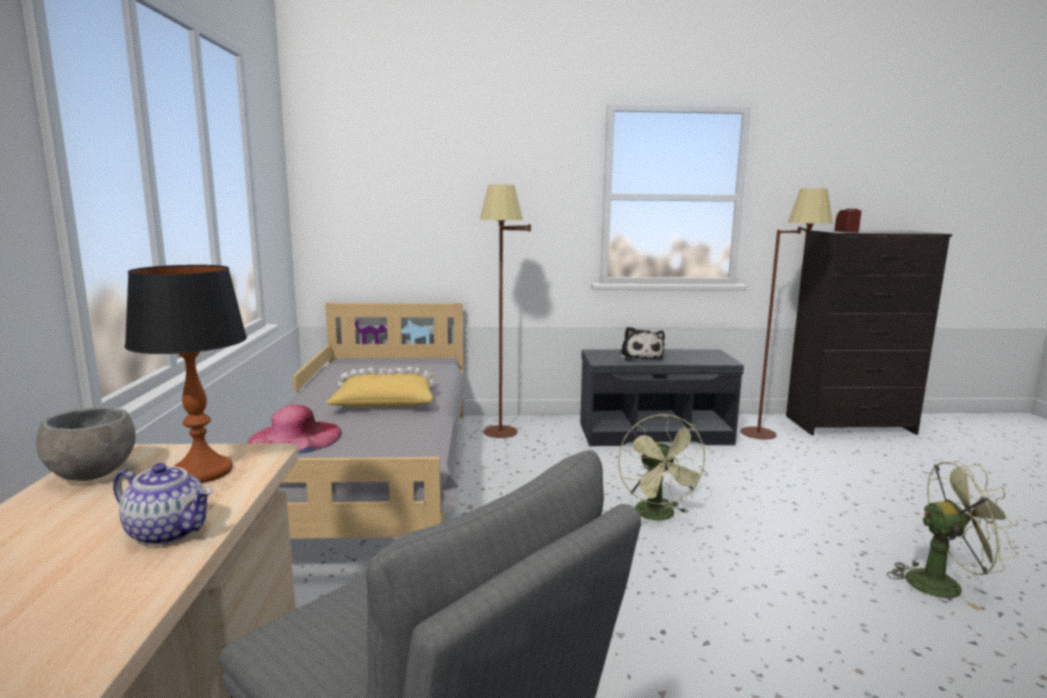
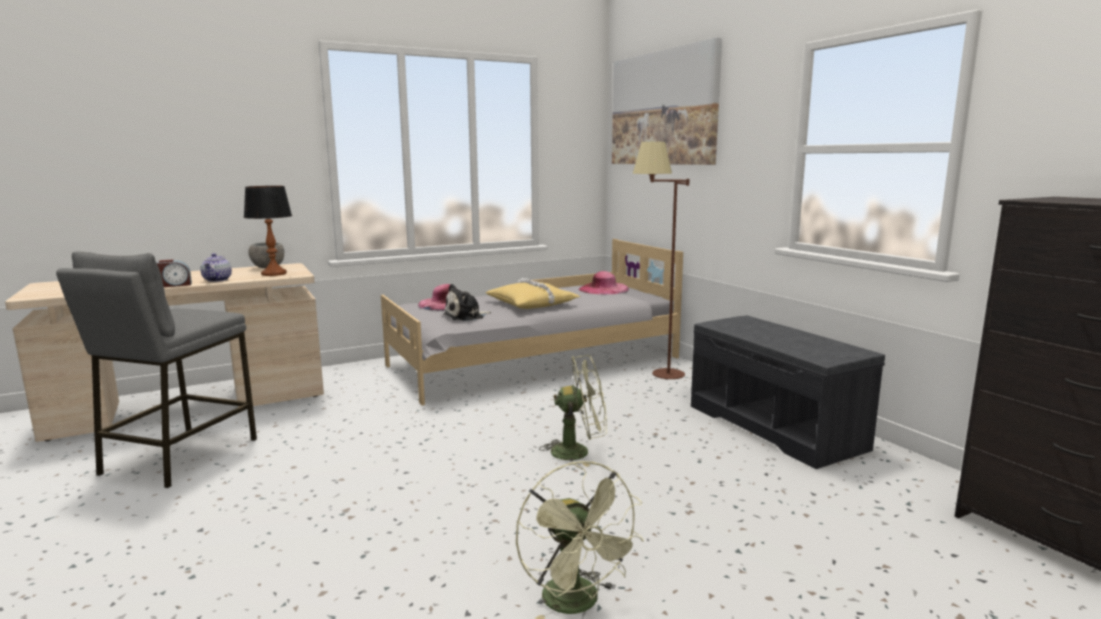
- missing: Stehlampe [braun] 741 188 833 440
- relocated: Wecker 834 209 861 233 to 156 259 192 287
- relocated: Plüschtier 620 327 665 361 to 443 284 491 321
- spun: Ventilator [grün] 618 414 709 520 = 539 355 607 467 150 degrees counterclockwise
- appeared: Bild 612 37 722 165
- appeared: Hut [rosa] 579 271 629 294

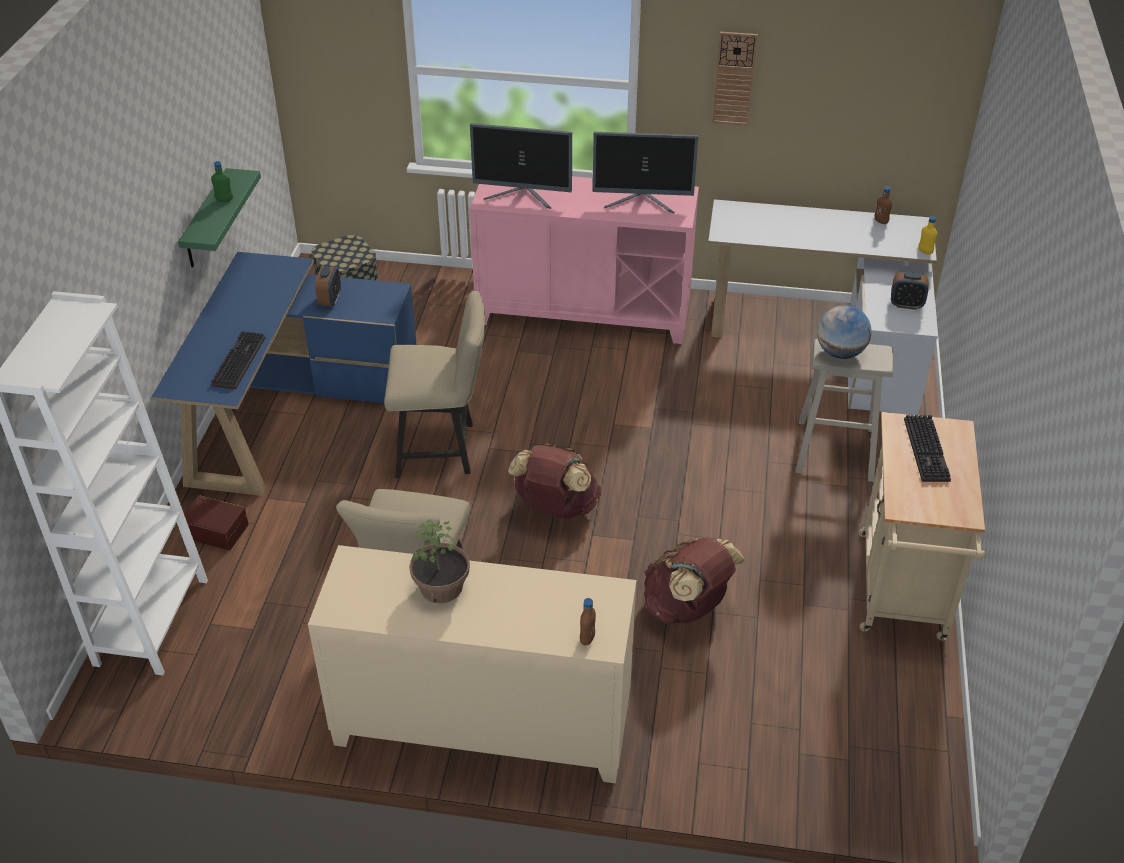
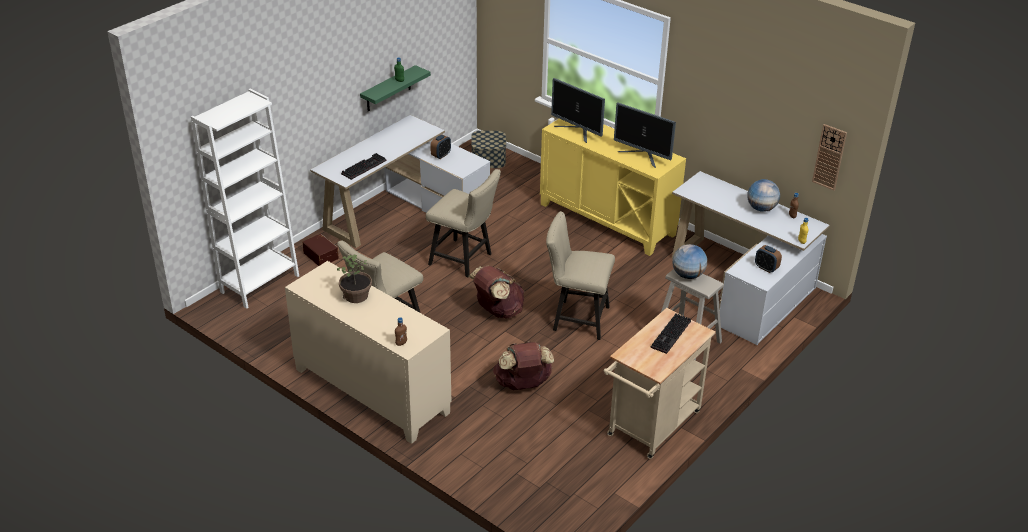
- relocated: Wanduhr 712 32 758 126 to 812 124 847 190
- colour: Schrank [rosa] 470 176 699 344 to Schrank [gelb] 540 119 686 256
- colour: Schreibtisch [blau] 151 252 416 496 to Schreibtisch [weiß] 310 115 490 248
- appeared: Globus 747 179 780 212
- appeared: Stuhl [beige] 546 211 615 340

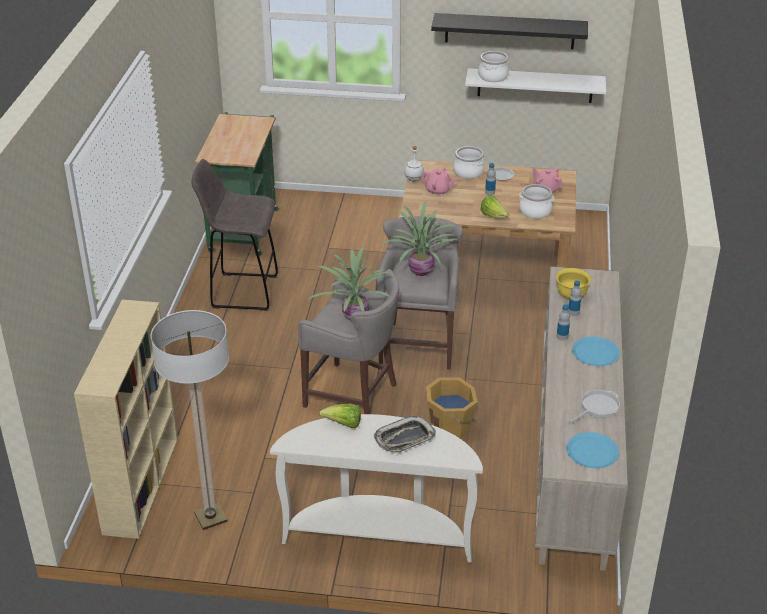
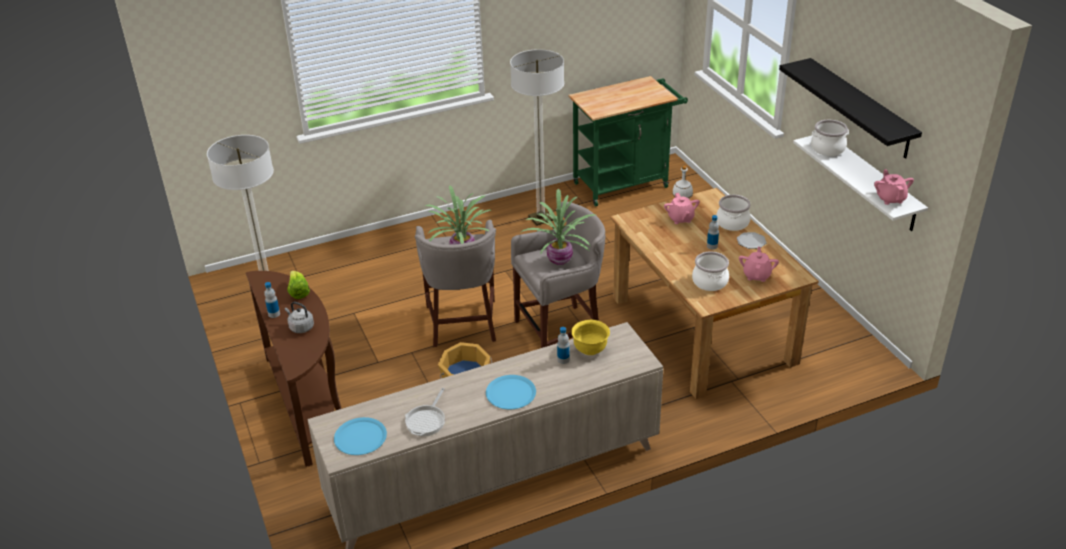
- exchanged: Hocker [grau] 192 159 278 311 to Stehlampe 510 49 564 226
- missing: Salatkopf 481 195 509 218
- missing: Bücherregal [beige] 74 300 178 539
- relocated: Flasche 556 304 570 341 to 264 282 280 318
- spun: Pfanne 568 390 620 424 = 405 388 445 436 90 degrees clockwise
- colour: Konsolentisch [weiß] 270 414 483 563 to Konsolentisch [braun] 246 271 342 467
- exchanged: Tablett 374 416 436 453 to Wasserkessel [grau] 285 302 314 333
- appeared: Teekanne [rosa] 874 169 914 205

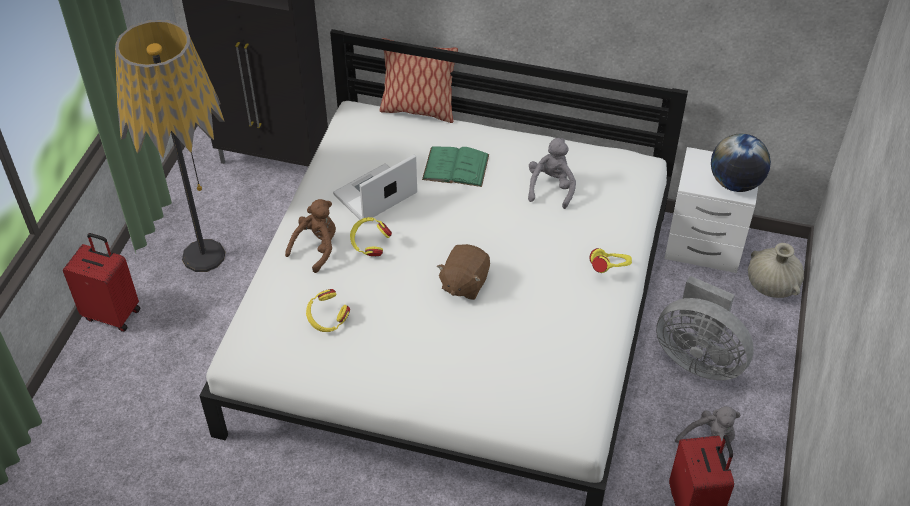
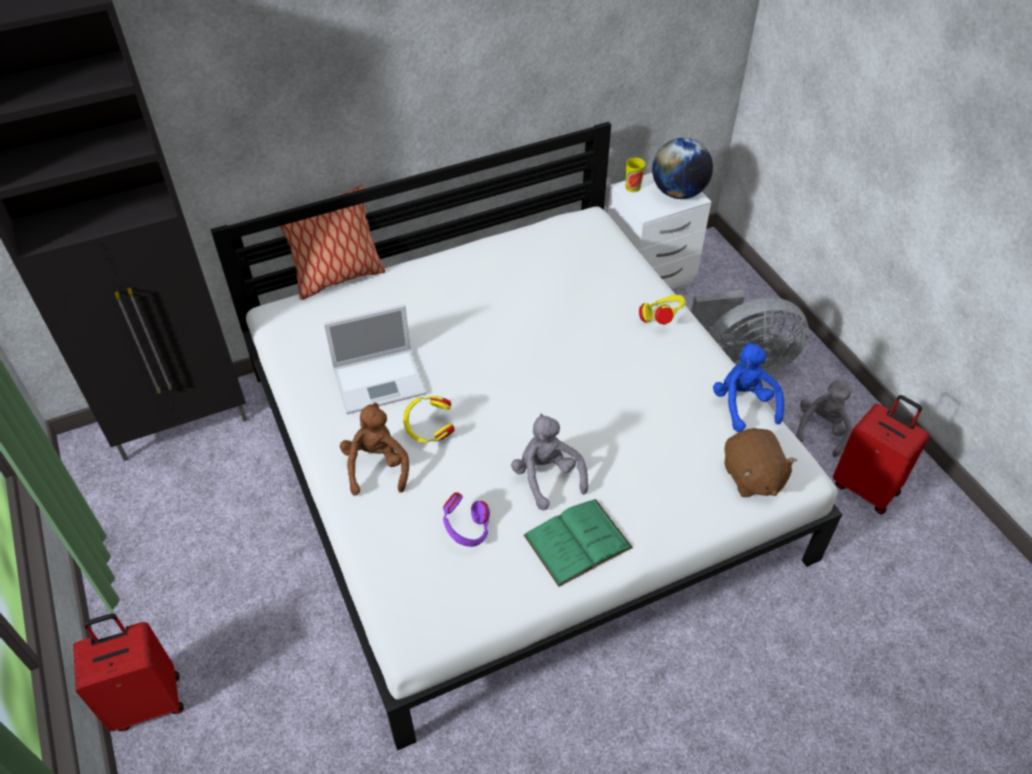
- missing: Stehlampe 115 20 225 272
- relocated: Plüschtier [grau] 528 138 576 209 to 511 414 588 510
- relocated: Buch [grün] 422 146 489 187 to 524 499 633 587
- spun: Laptop 333 155 417 220 = 323 304 427 414 120 degrees counterclockwise
- missing: Vase [beige] 748 243 804 298
- relocated: Plüschtier [braun] 437 244 490 300 to 724 428 797 497
- colour: Kopfhörer [gelb] 306 289 350 332 to Kopfhörer [lila] 443 492 490 547
- appeared: Tasse 626 158 645 192
- appeared: Plüschtier [blau] 713 342 784 432

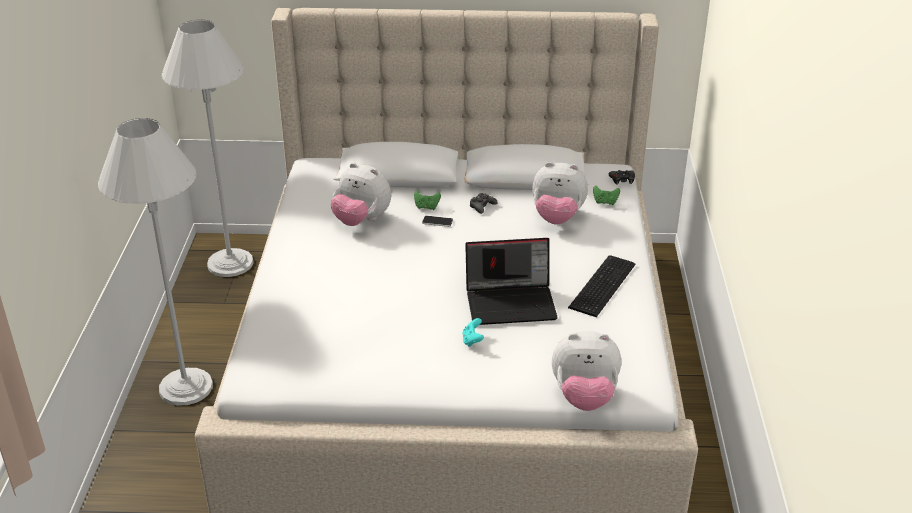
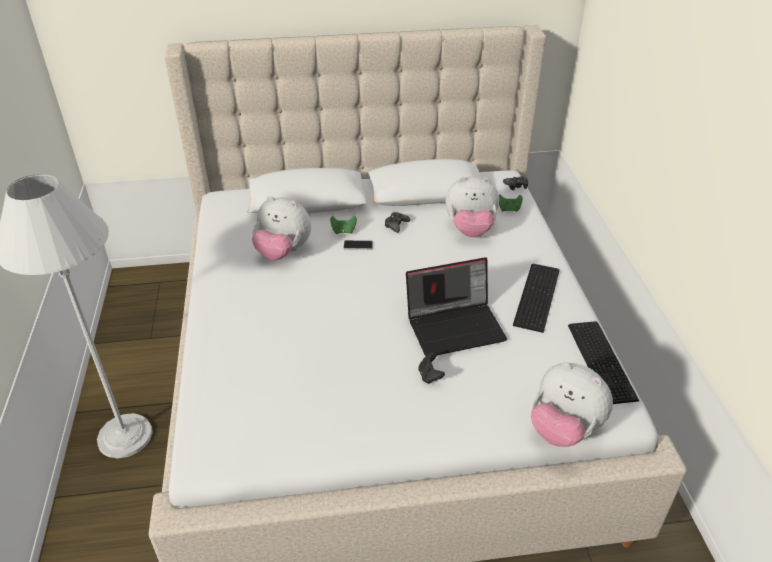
- missing: Stehlampe [weiß] 162 19 254 277
- colour: Gamepad [türkis] 462 318 484 347 to Gamepad [schwarz] 418 352 445 384
- spun: Plüschtier 552 331 621 411 = 531 362 613 447 45 degrees clockwise
- appeared: Tastatur 568 321 639 404

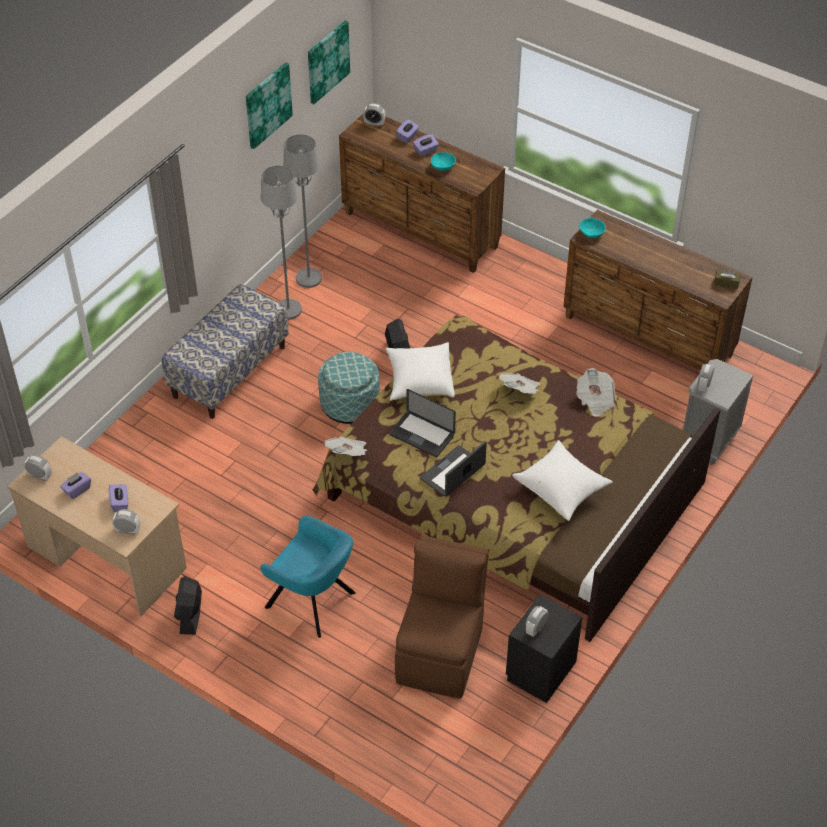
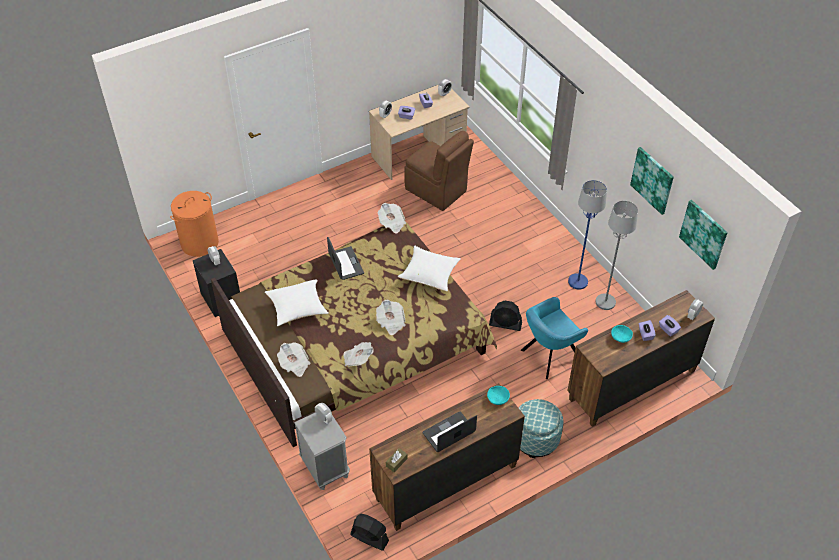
- colour: Stehlampe [grau] 261 166 302 320 to Stehlampe [blau] 568 180 607 290
- missing: Bank 162 284 289 419
- relocated: Polsterhocker 318 352 380 425 to 519 399 564 458
- relocated: Laptop 389 389 456 457 to 423 411 477 452
- relocated: Sessel [türkis] 260 516 356 638 to 521 297 588 379
- relocated: Stuhl [braun] 395 535 489 699 to 404 131 474 211
- relocated: Ventilator [schwarz] 174 576 202 635 to 350 514 389 551
- appeared: Wäschekorb [orange] 170 191 219 257
- appeared: Zeitung 277 342 310 377

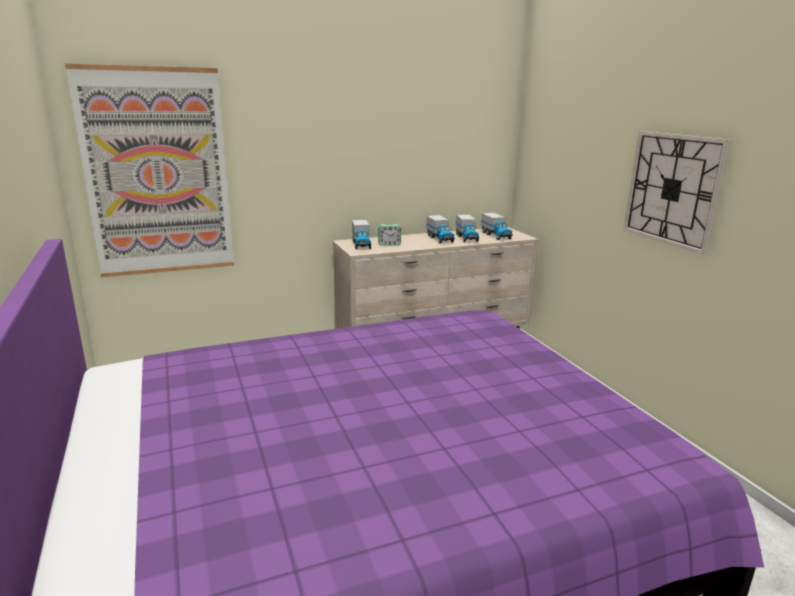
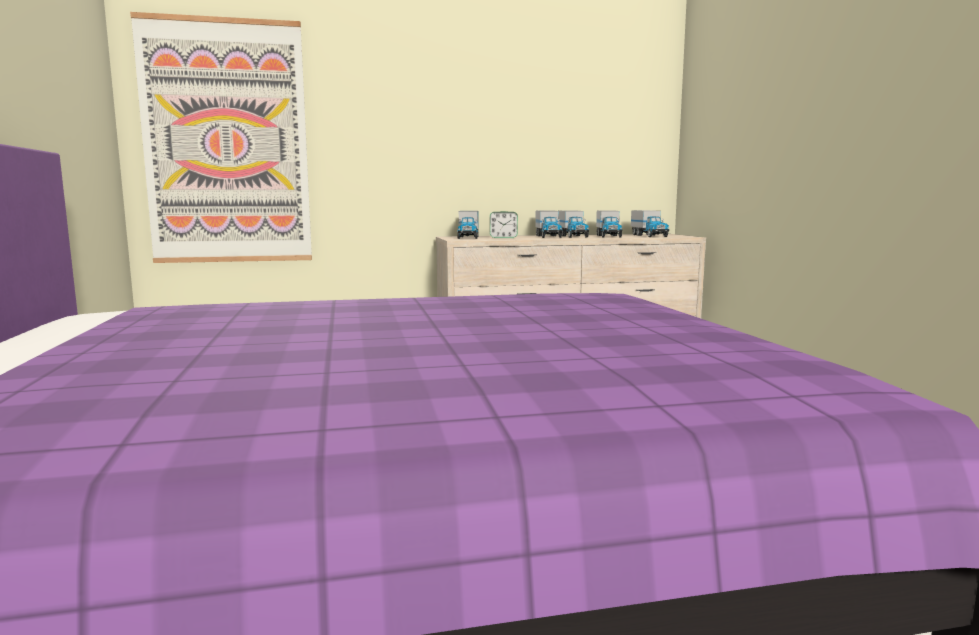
- missing: Wanduhr 623 131 731 255
- appeared: Spielzeuglaster 535 210 562 238

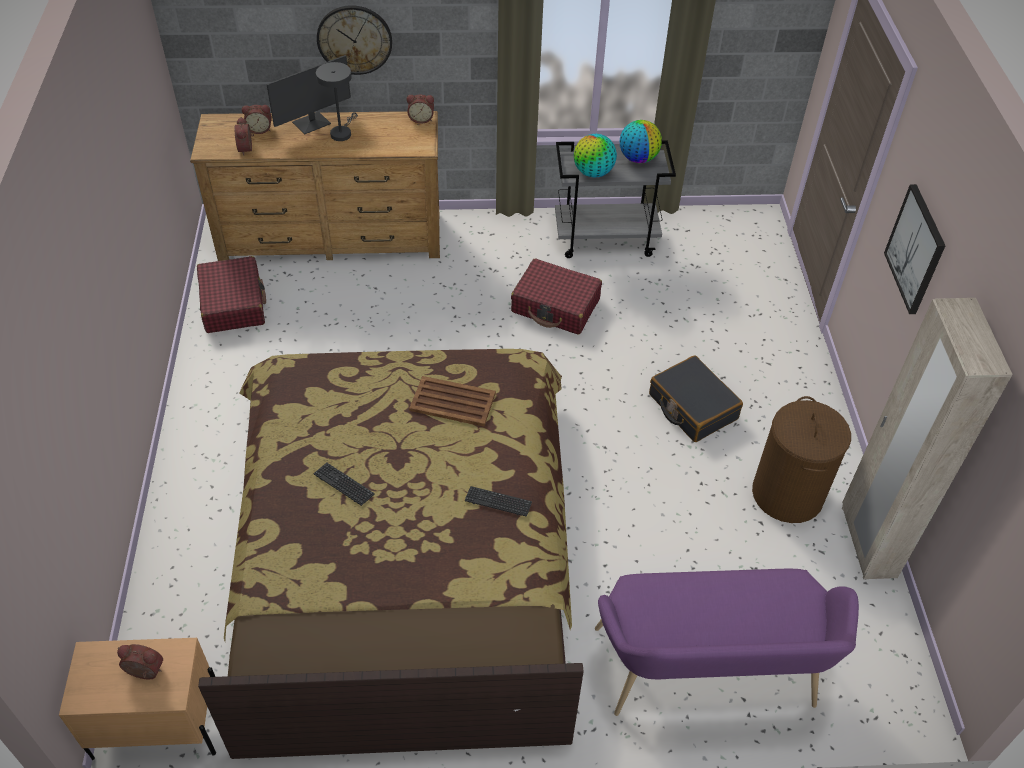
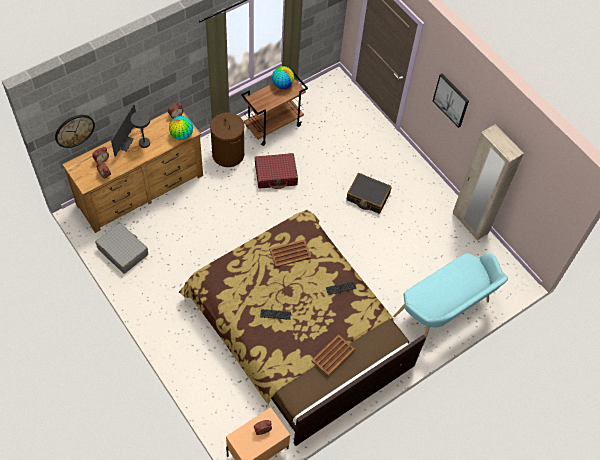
- relocated: Wanduhr 317 5 392 75 to 55 115 95 148
- relocated: Globus 574 134 617 177 to 169 116 193 140
- colour: Rollwagen [grau] 555 140 676 258 to Rollwagen [braun] 241 69 308 146
- colour: Koffer [rot] 197 256 266 333 to Koffer [grau] 96 223 148 274
- relocated: Wäschekorb [braun] 752 396 851 523 to 210 112 244 167
- colour: Bank [lila] 595 569 859 716 to Bank [türkis] 393 253 508 346
- appeared: Tablett [braun] 311 334 355 376

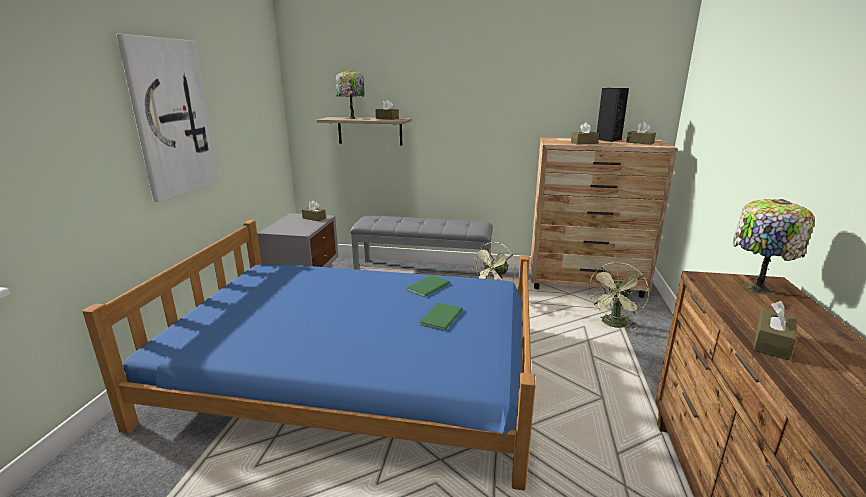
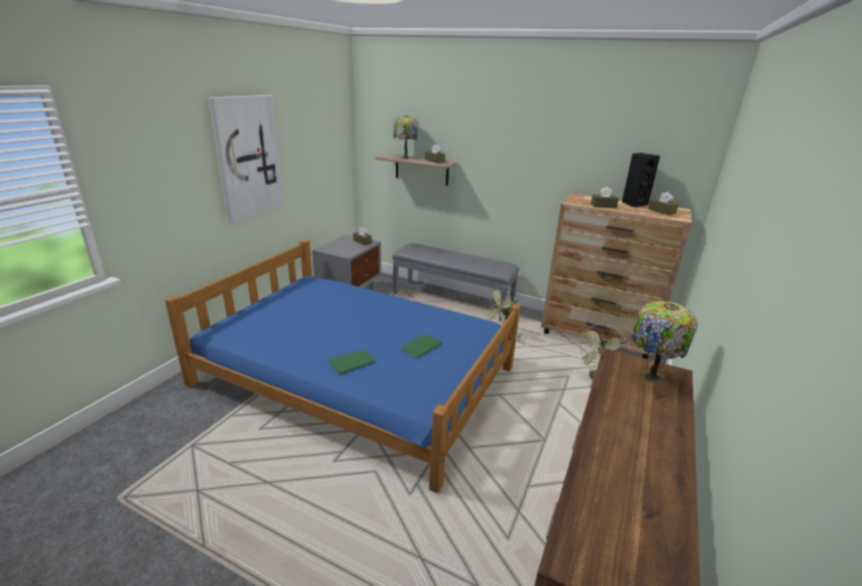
- relocated: Buch [grün] 406 275 450 297 to 329 349 376 375
- missing: Taschentuchbox [braun] 753 301 796 360

